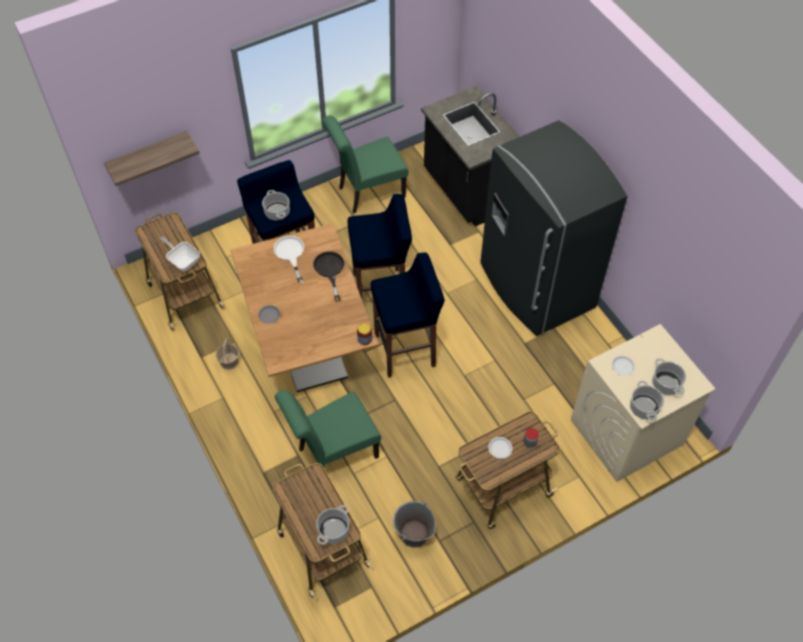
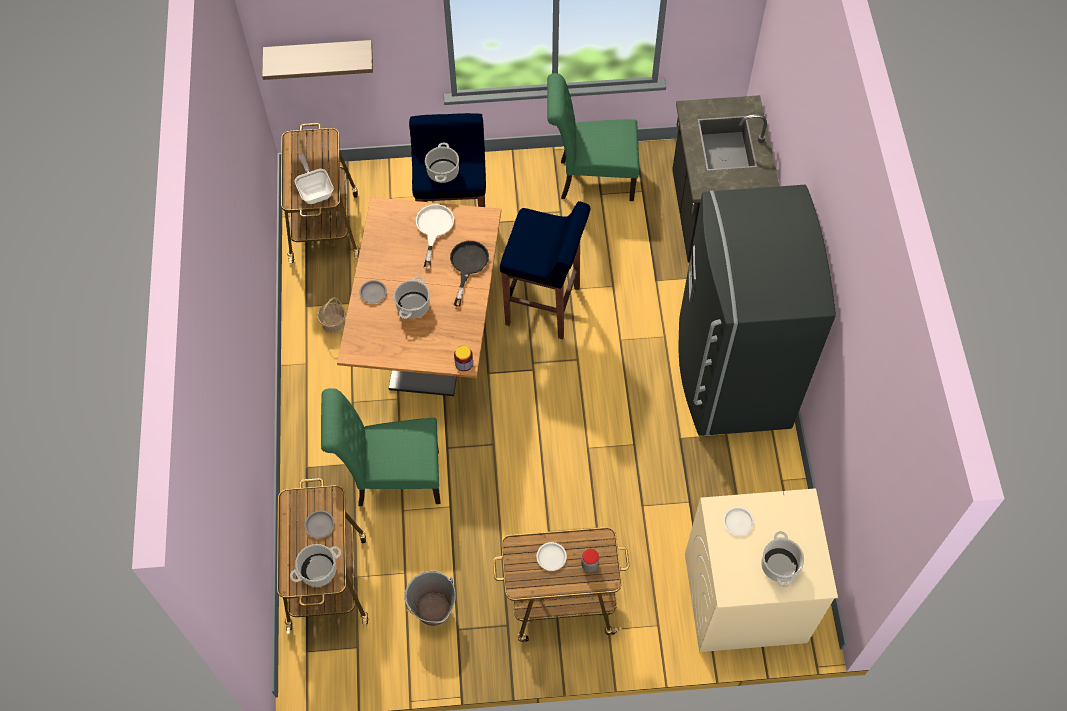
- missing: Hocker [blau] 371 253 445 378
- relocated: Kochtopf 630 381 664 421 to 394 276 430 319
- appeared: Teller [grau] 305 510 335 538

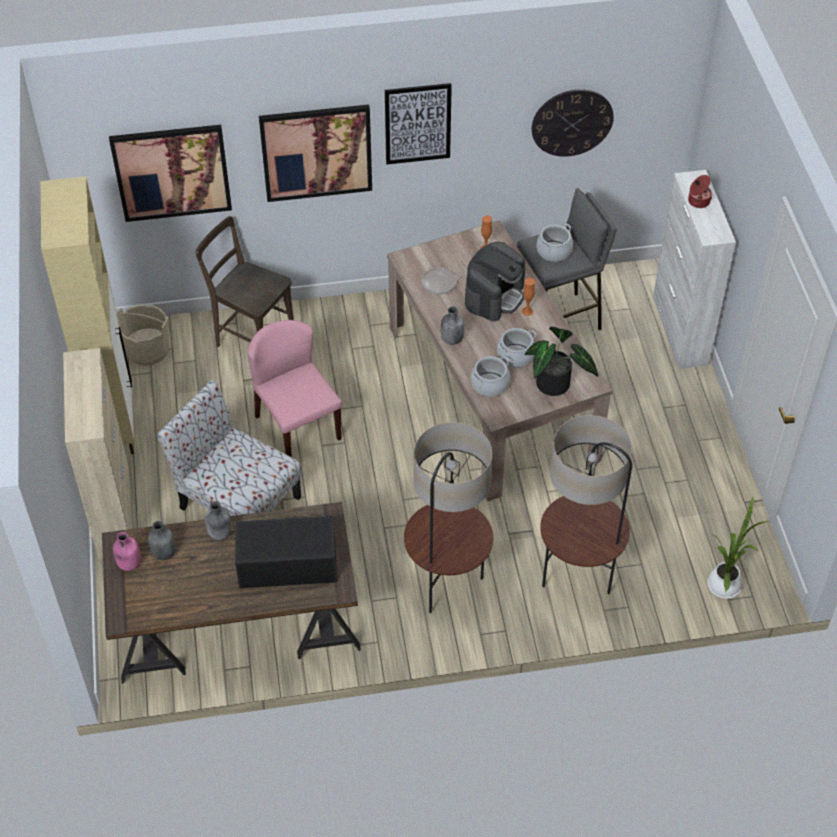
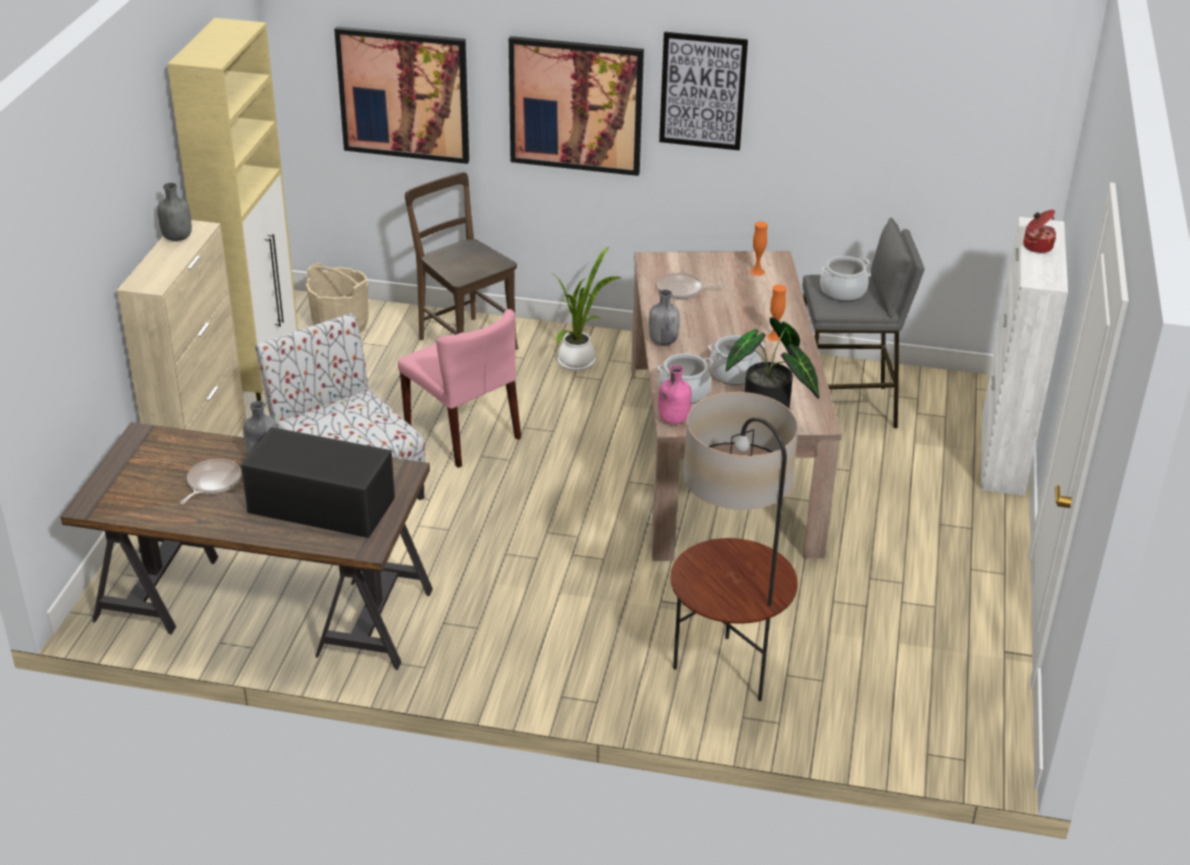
- missing: Wanduhr 532 89 614 157
- missing: Kaffeemaschine 465 242 525 321
- spun: Stuhl [rosa] 248 320 342 457 = 398 309 521 468 150 degrees clockwise
- missing: Stehlampe 404 422 493 613
- relocated: Topfpflanze 707 497 768 599 to 553 247 622 371
- relocated: Flasche [grau] 148 521 175 560 to 158 183 192 241
- relocated: Flasche [rosa] 113 532 141 571 to 658 365 691 424
- appeared: Pfanne 180 459 241 504

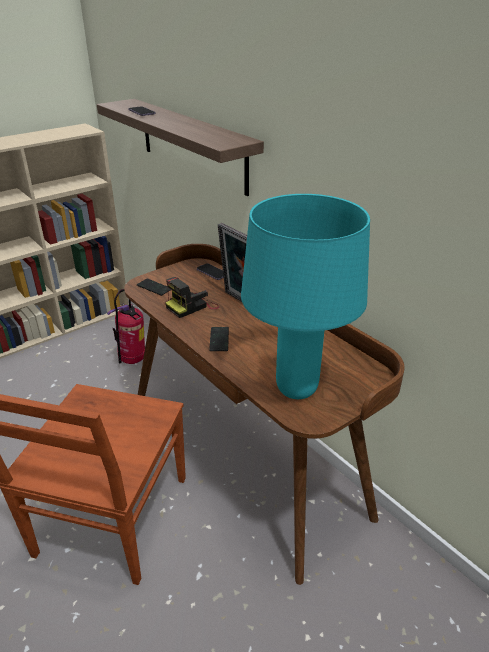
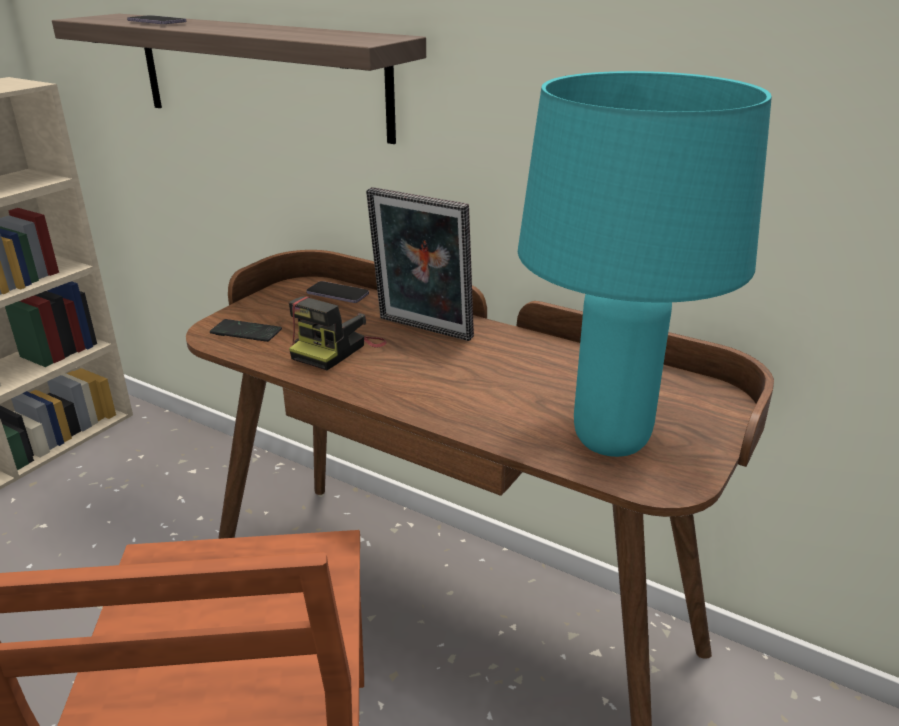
- missing: Feuerlöscher 107 289 145 364
- missing: Handy 209 327 229 351

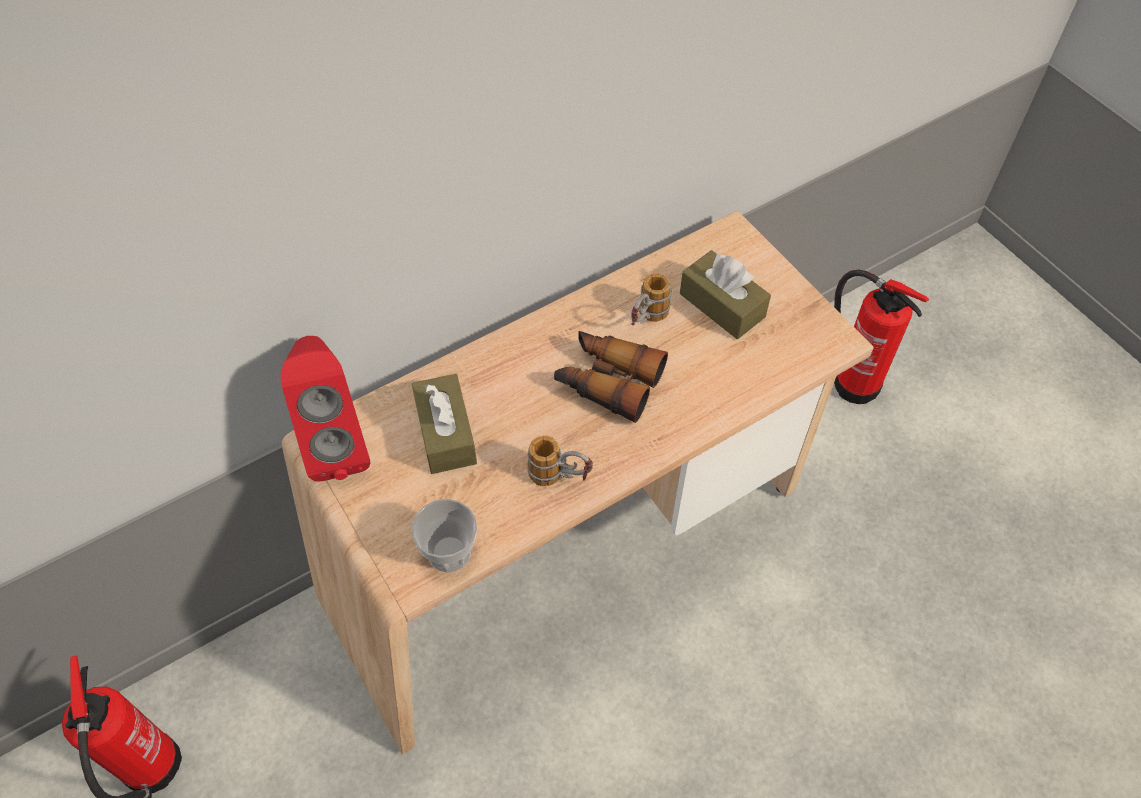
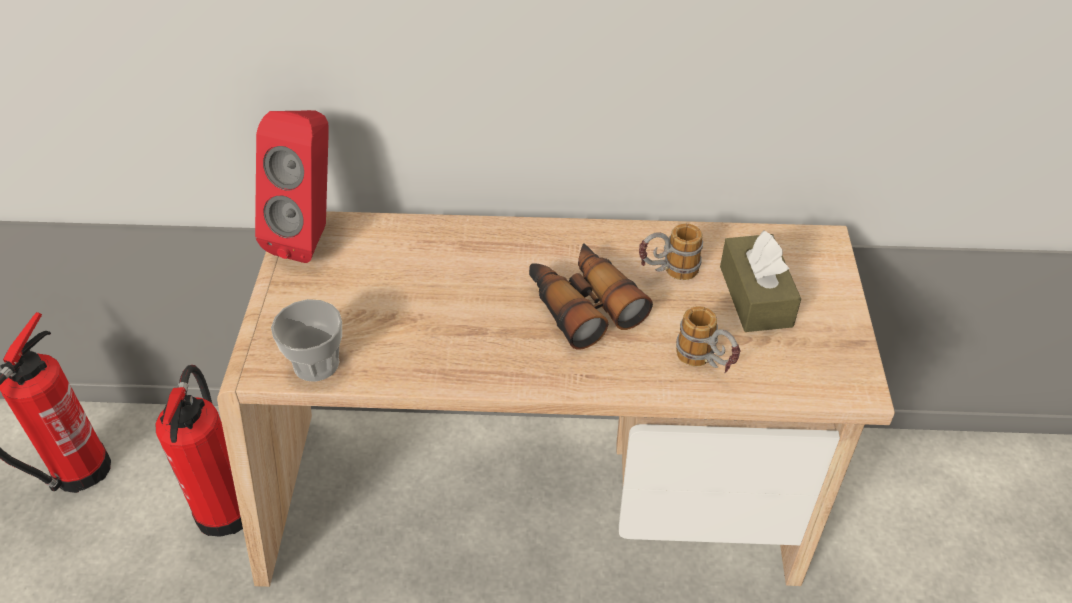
- relocated: Feuerlöscher 834 270 929 404 to 155 365 243 537
- missing: Taschentuchbox [braun] 412 374 477 474
- relocated: Henkelbecher 527 436 593 486 to 676 306 741 373

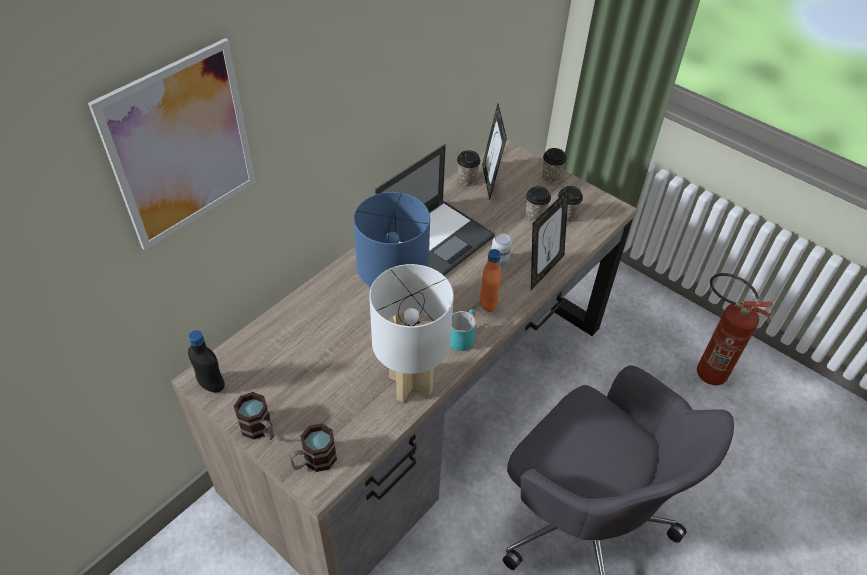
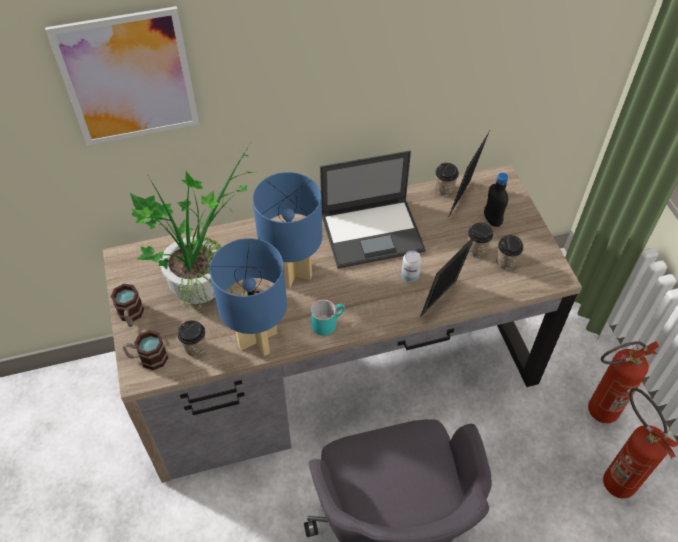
- relocated: Tasse 542 148 567 183 to 178 320 206 357
- spun: Bilderrahmen 531 189 569 290 = 420 235 476 317 150 degrees clockwise
- missing: Flasche [orange] 480 249 501 312
- colour: Tischlampe [weiß] 369 264 454 402 to Tischlampe [blau] 210 238 287 356
- relocated: Flasche [schwarz] 188 330 225 393 to 484 173 508 227
- appeared: Topfpflanze 130 144 258 312
- appeared: Feuerlöscher 588 341 659 423

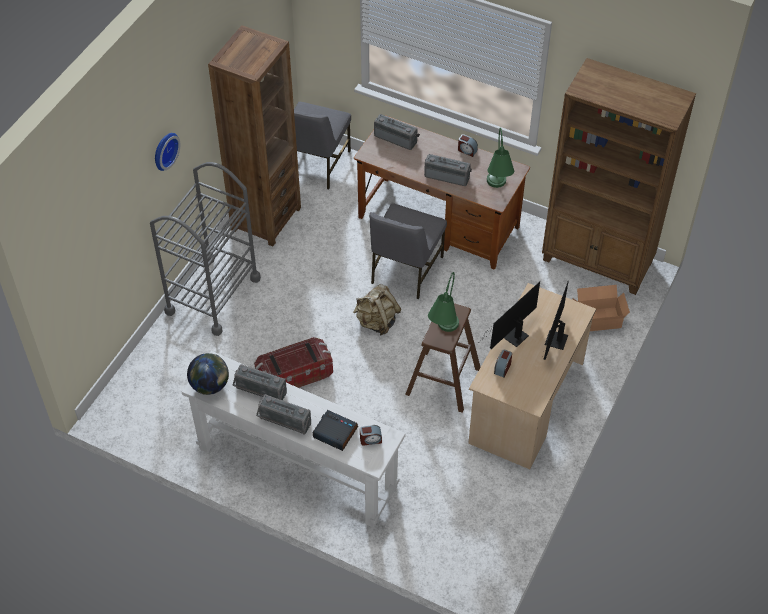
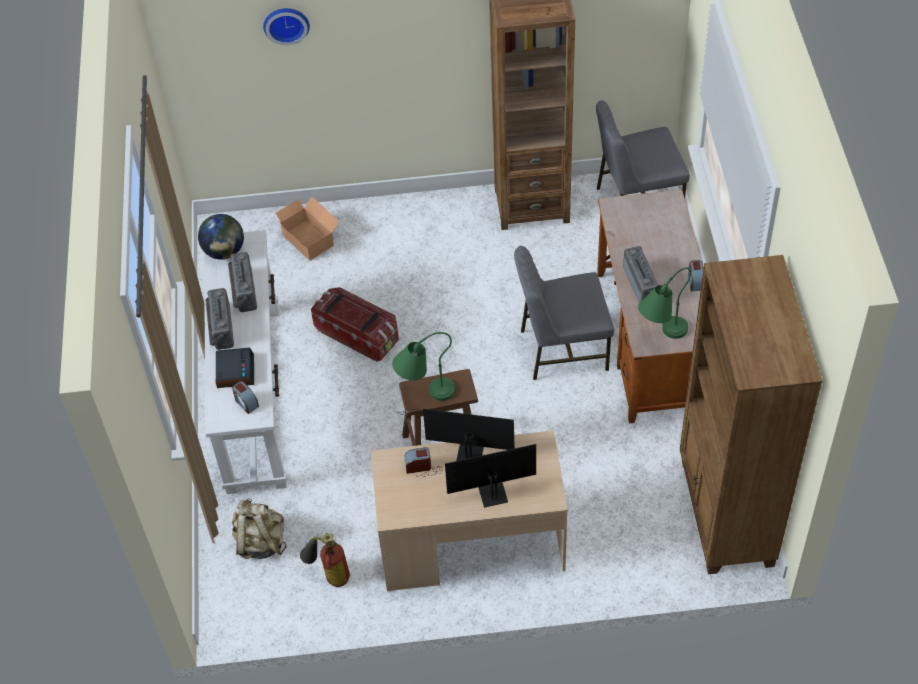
- missing: Radio 374 114 420 150
- relocated: Wanduhr 155 133 181 171 to 263 8 310 45
- missing: Rollwagen [grau] 150 162 261 336
- relocated: Rucksack [beige] 353 284 401 335 to 232 498 286 559
- relocated: Karton 572 285 630 331 to 275 196 339 261
- appeared: Feuerlöscher 300 533 350 587

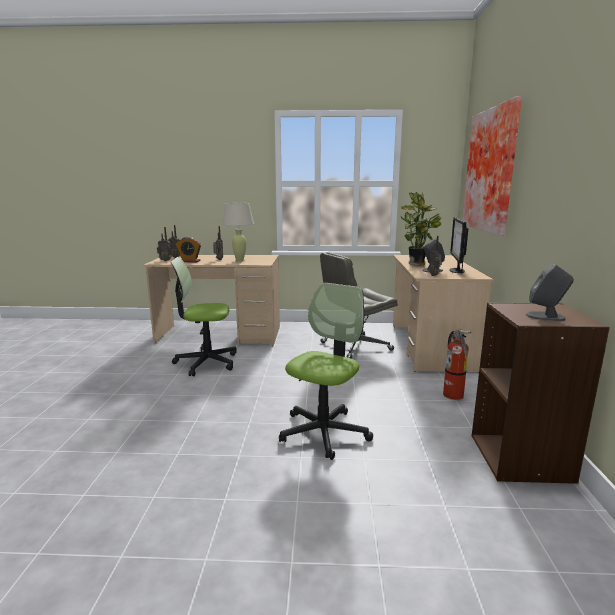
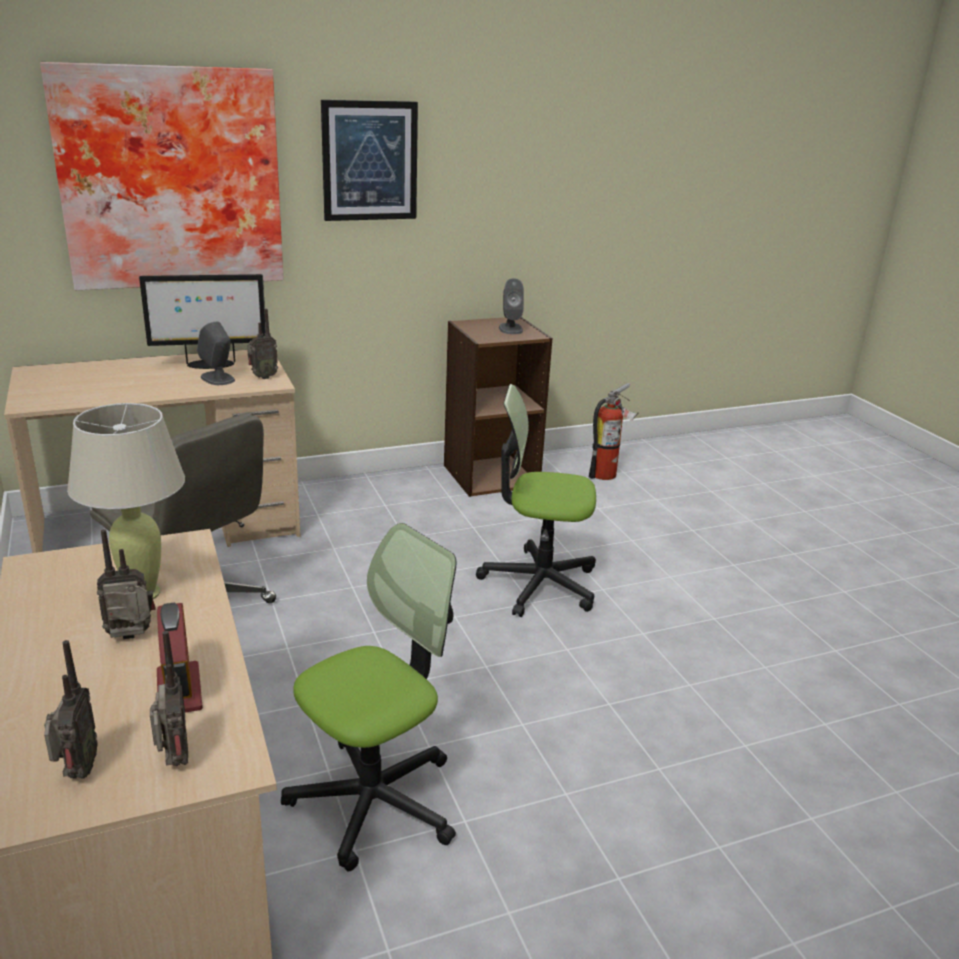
- missing: Topfpflanze 400 192 441 266
- spun: Bürostuhl 171 257 237 376 = 281 523 456 871 105 degrees counterclockwise
- relocated: Feuerlöscher 443 329 472 400 to 589 383 639 480
- appeared: Bild 321 100 418 221

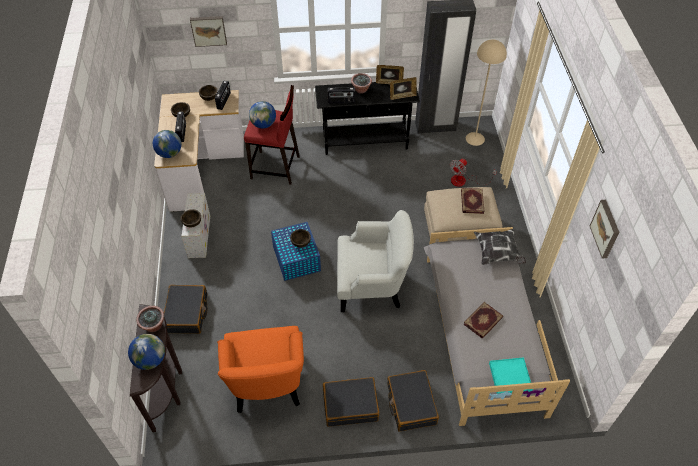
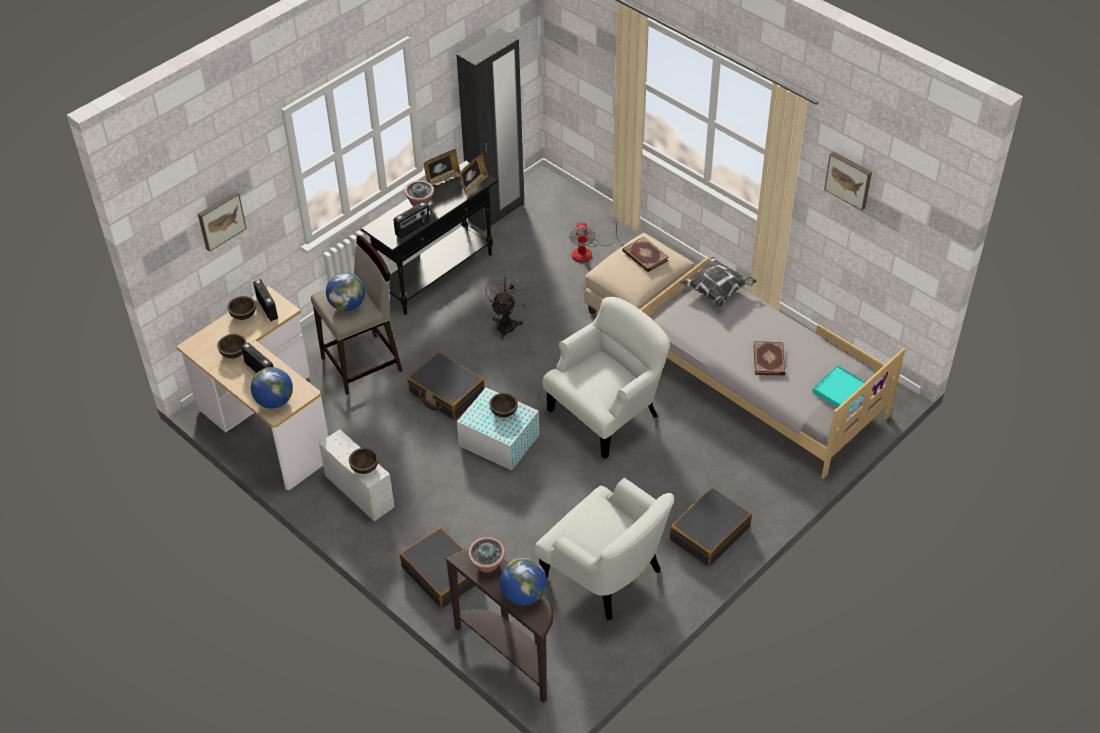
- missing: Stehlampe [beige] 466 39 507 146
- colour: Hocker [rot] 244 85 300 184 to Hocker [beige] 311 235 402 395
- colour: Aufbewahrungsbox [blau] 271 222 321 281 to Aufbewahrungsbox [weiß] 457 388 539 470
- colour: Sessel [orange] 217 326 304 413 to Sessel [weiß] 535 478 674 621
- relocated: Koffer [schwarz] 387 370 439 432 to 407 352 485 420
- appeared: Ventilator [grau] 485 271 531 340

